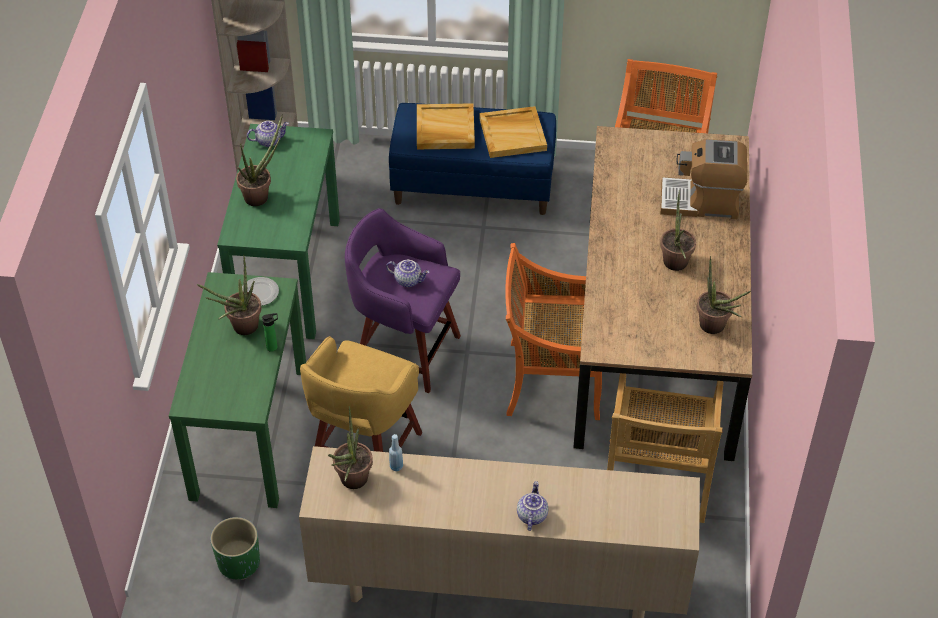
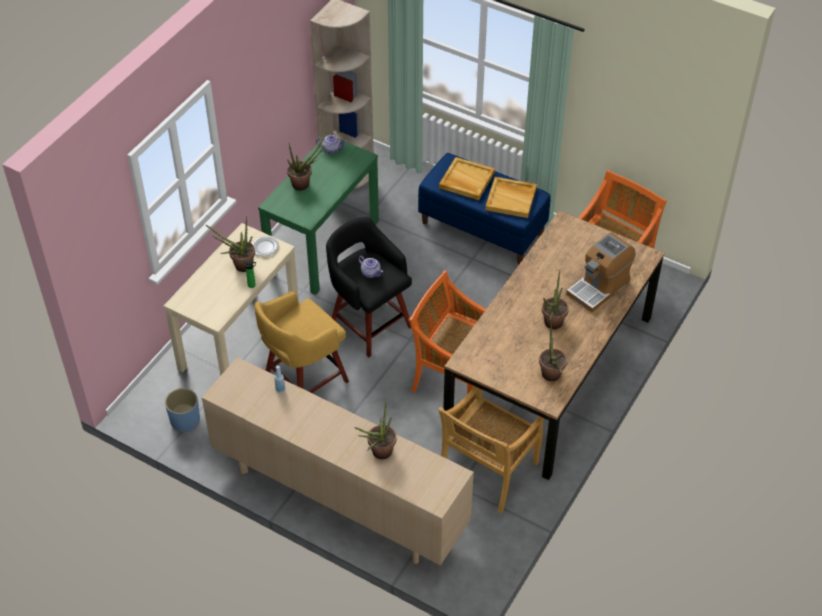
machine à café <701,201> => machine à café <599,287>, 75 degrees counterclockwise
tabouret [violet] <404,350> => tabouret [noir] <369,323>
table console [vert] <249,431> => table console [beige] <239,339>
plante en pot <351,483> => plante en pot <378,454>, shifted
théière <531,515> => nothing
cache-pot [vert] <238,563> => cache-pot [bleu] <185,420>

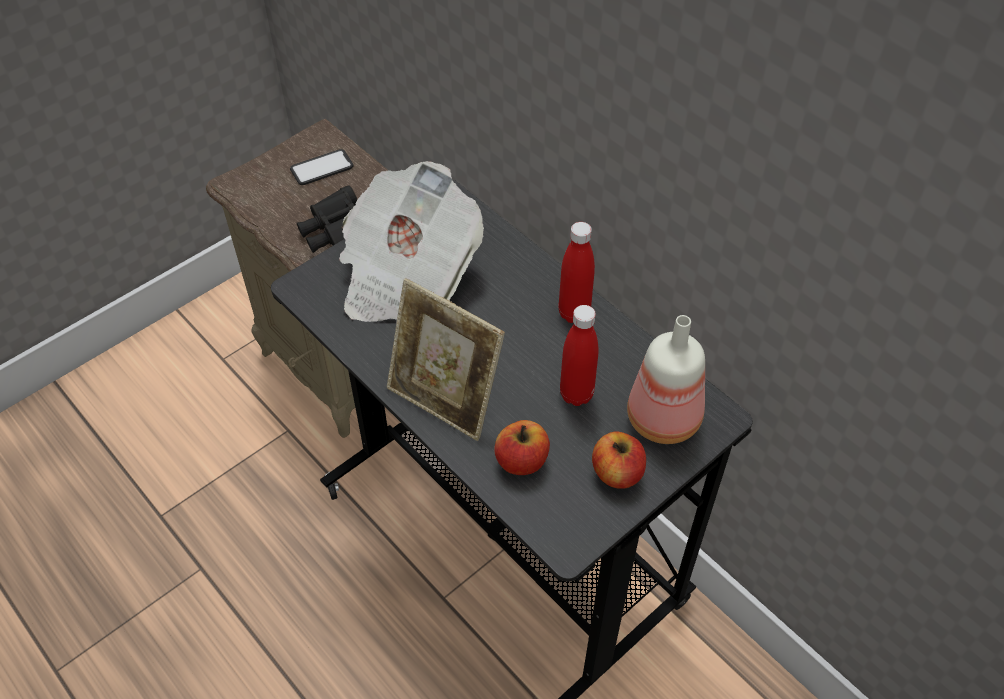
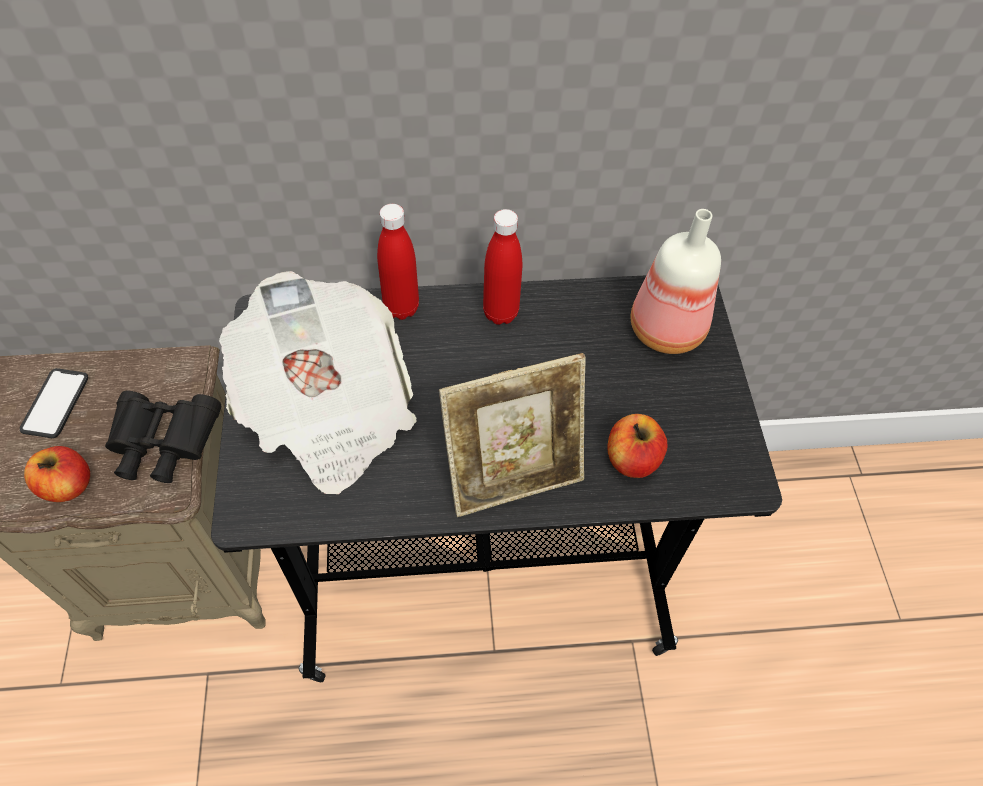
bouteille [rouge] <576,394> => bouteille [rouge] <401,308>, shifted
pomme <617,473> => pomme <68,485>, shifted

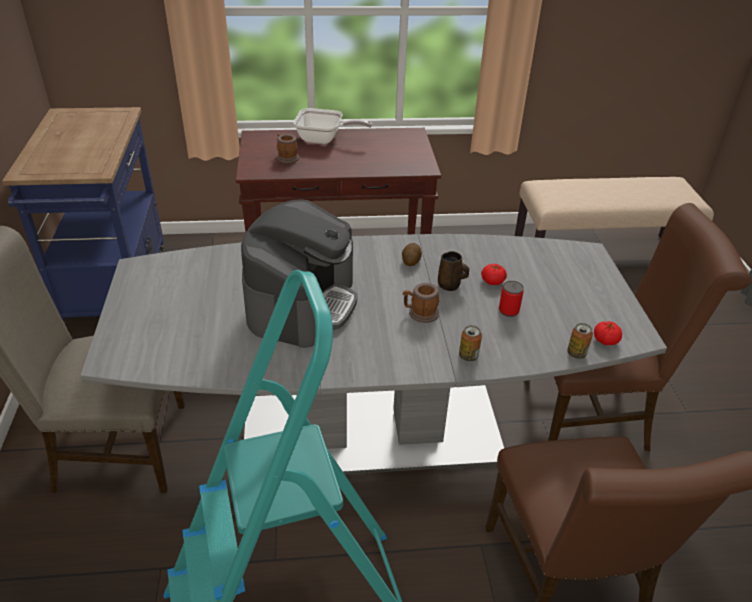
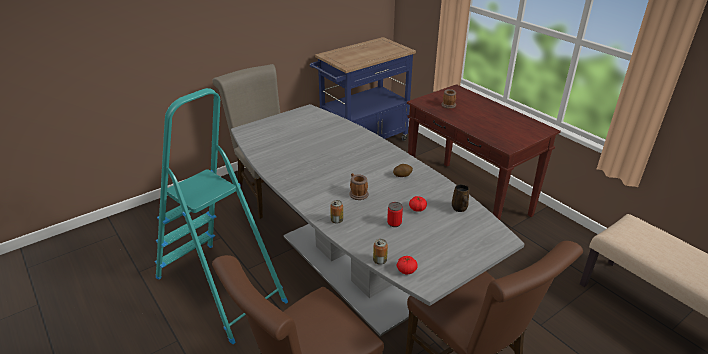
poêle <324,139> => nothing
machine à café <302,303> => nothing
mug [marron] <450,285> => mug [marron] <459,208>, shifted

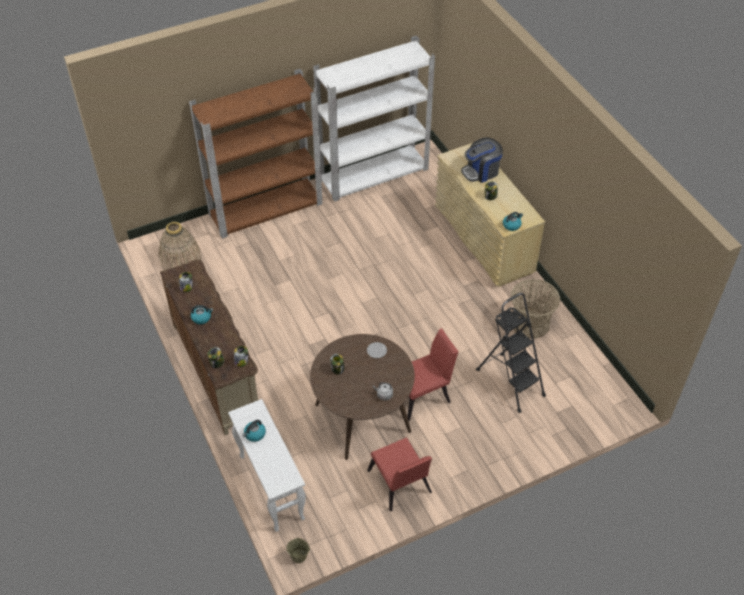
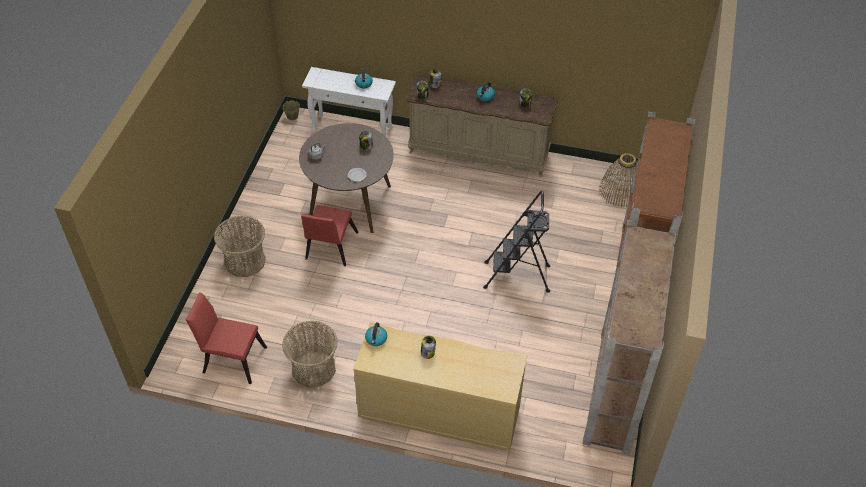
bibliothèque [blanc] <374,174> => bibliothèque [marron] <615,391>
machine à café <481,171> => nothing
escabeau <509,381> => escabeau <518,276>, shifted
chaise [rouge] <400,485> => chaise [rouge] <231,358>, shifted
nothing => panier <245,261>

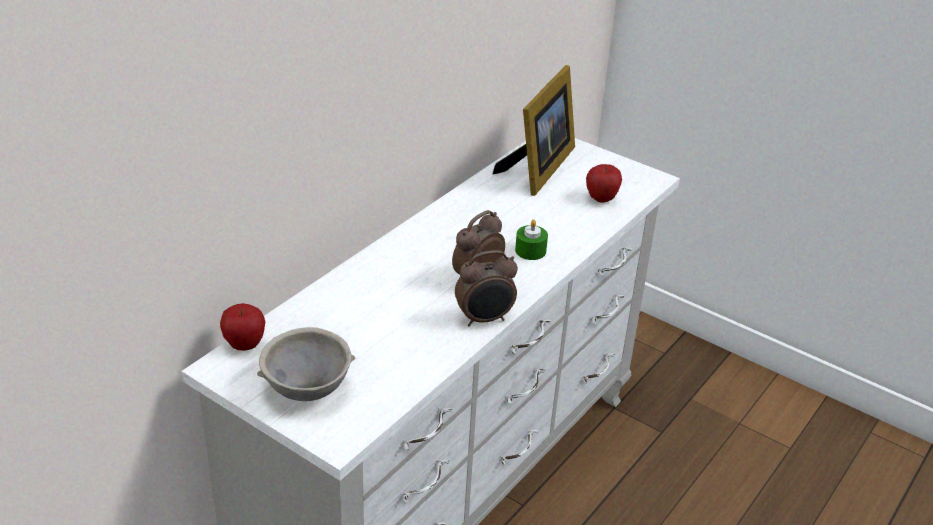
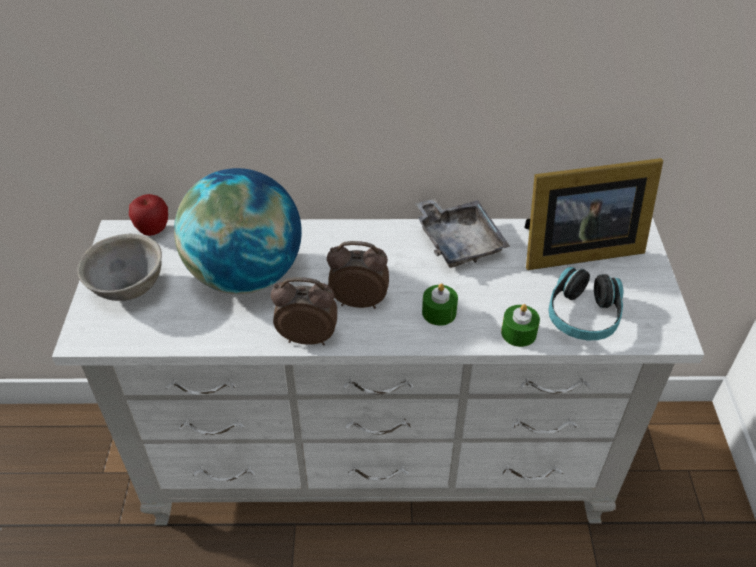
pomme <601,199> => casque audio <583,316>
réveil <485,319> => réveil <307,337>, 150 degrees clockwise
nothing => globe <246,275>
nothing => plateau [gris] <458,241>
nothing => bougie [vert] <518,333>

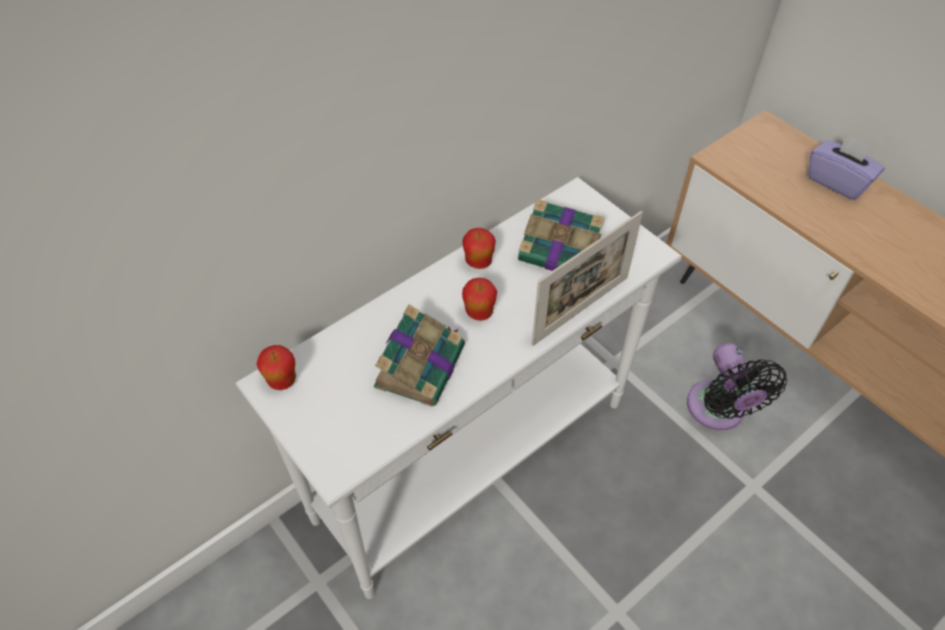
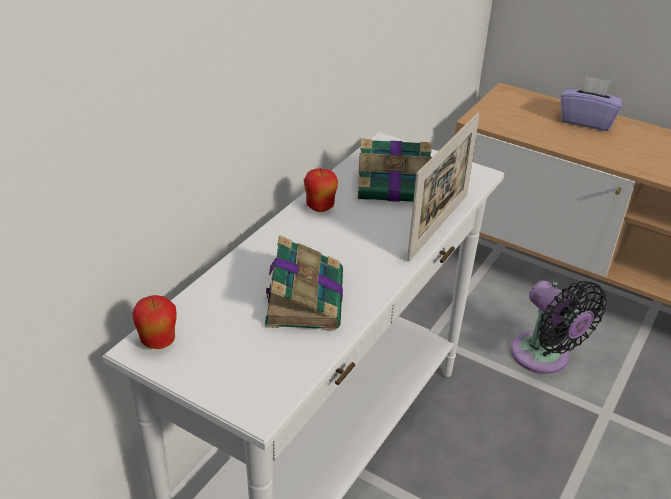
pomme <479,313> => nothing

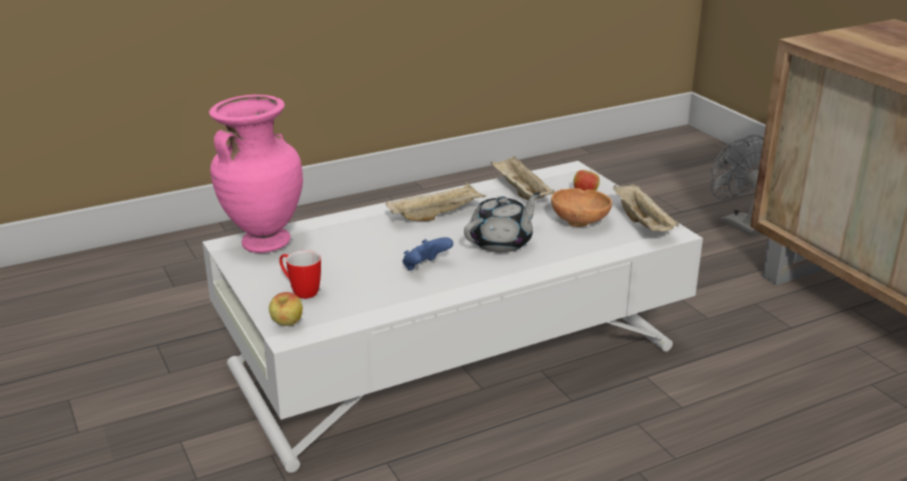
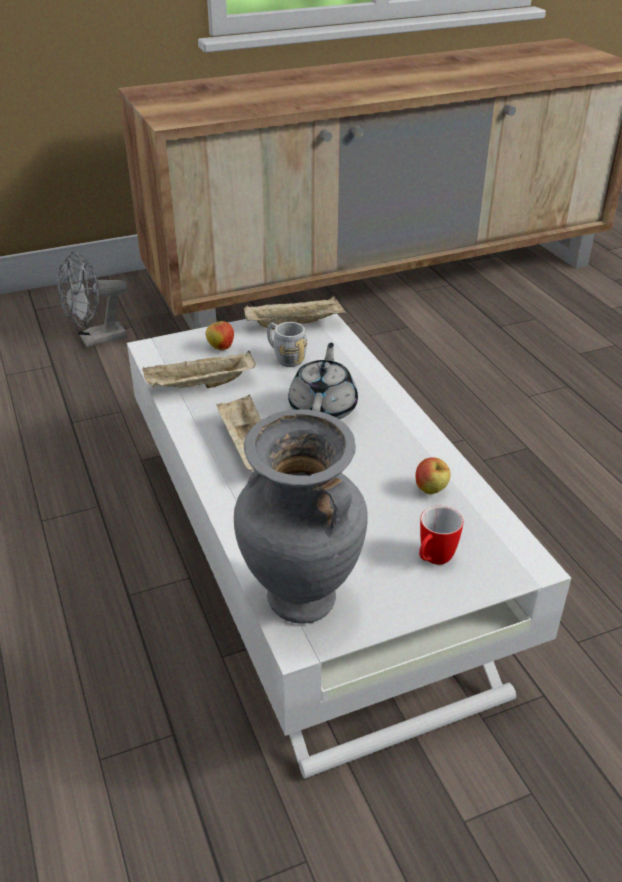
vase [rose] <264,243> => vase [gris] <300,602>
bol [marron] <581,222> => mug [gris] <285,357>
théière [gris] <502,242> => théière [gris] <323,408>, 45 degrees clockwise
manette [bleu] <425,268> => nothing
pomme <287,324> => pomme <431,490>, shifted

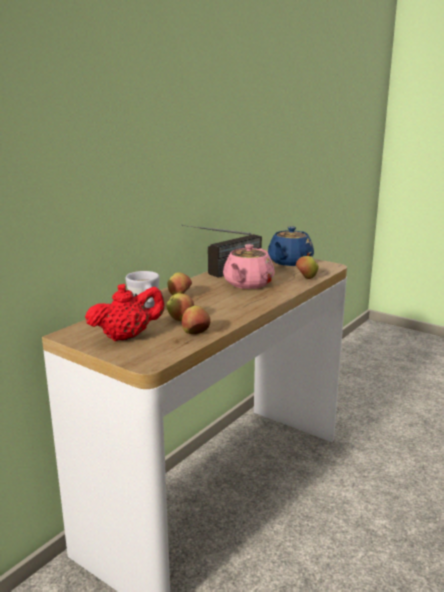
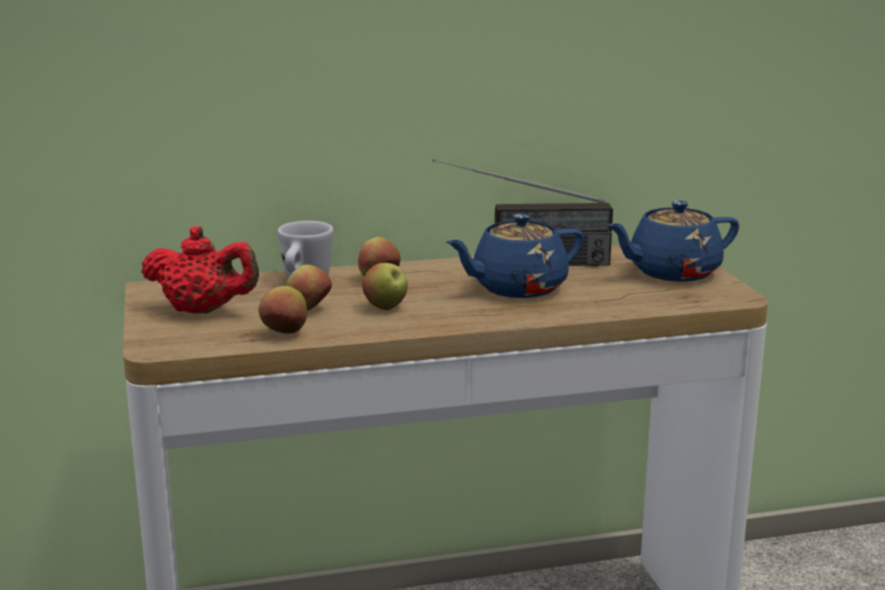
théière [rose] <247,284> => théière [bleu] <517,288>
pomme <306,278> => pomme <386,307>, shifted

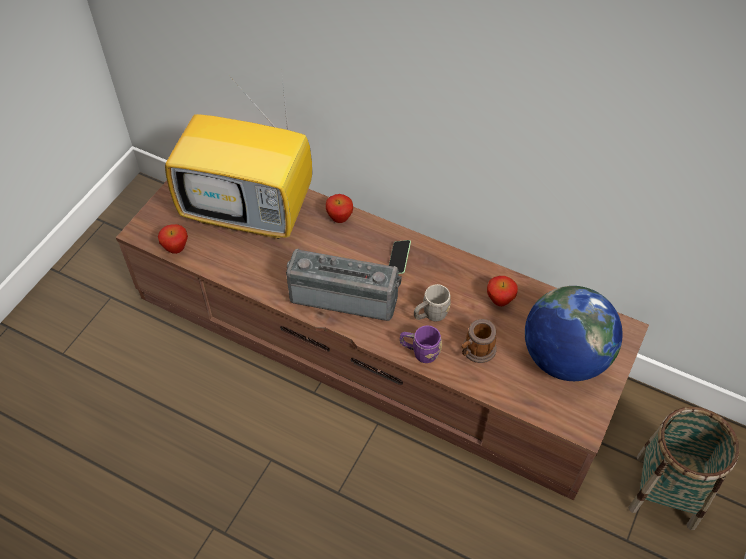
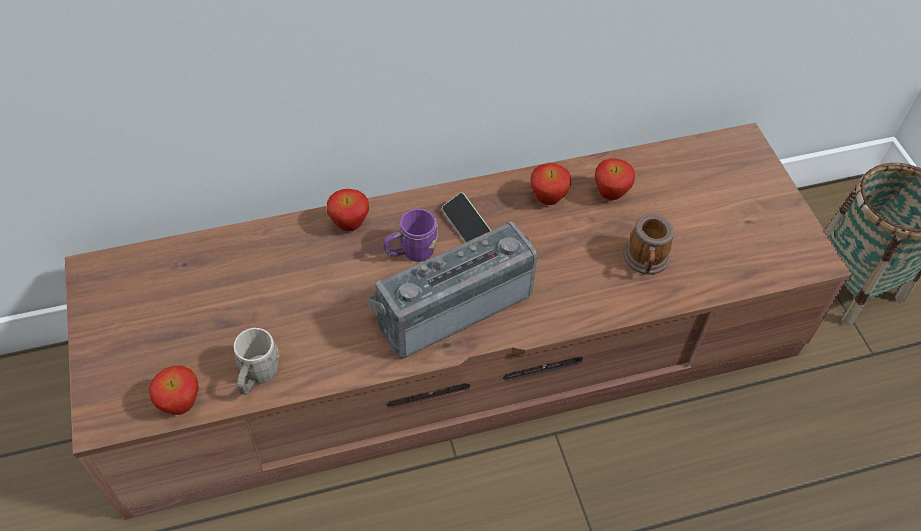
téléviseur <251,211> => nothing
mug [gris] <430,315> => mug [gris] <257,377>, shifted
globe <564,358> => nothing
mug [violet] <420,352> => mug [violet] <411,253>, shifted
nothing => pomme <547,199>

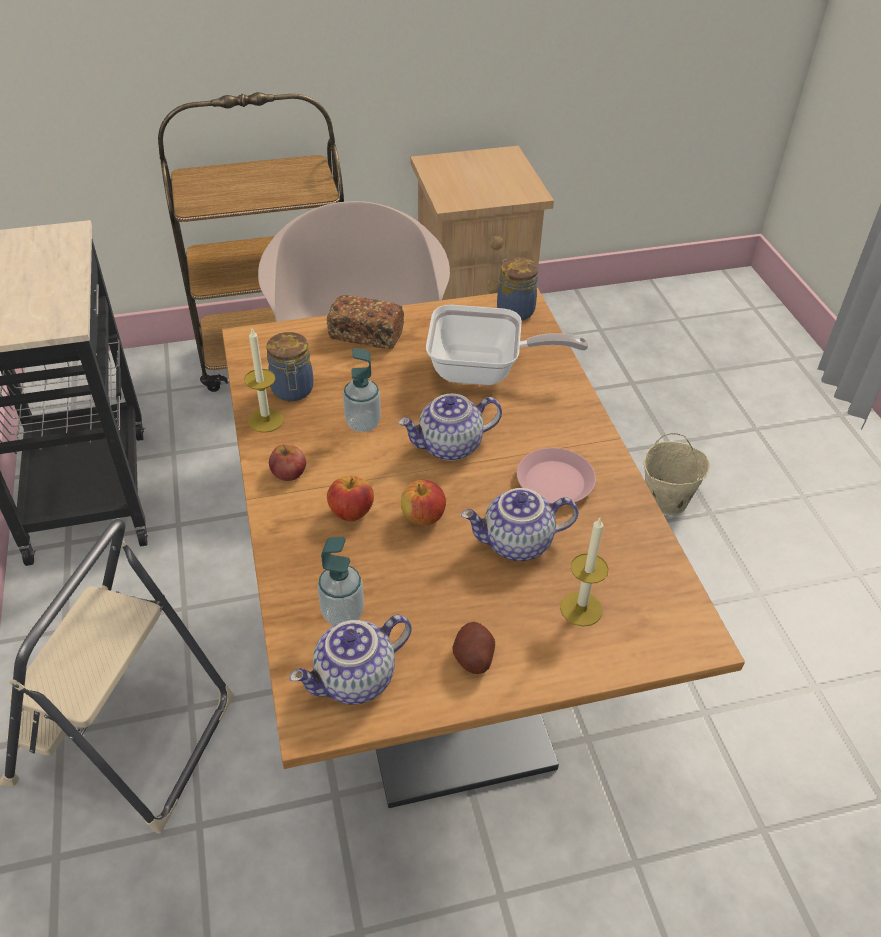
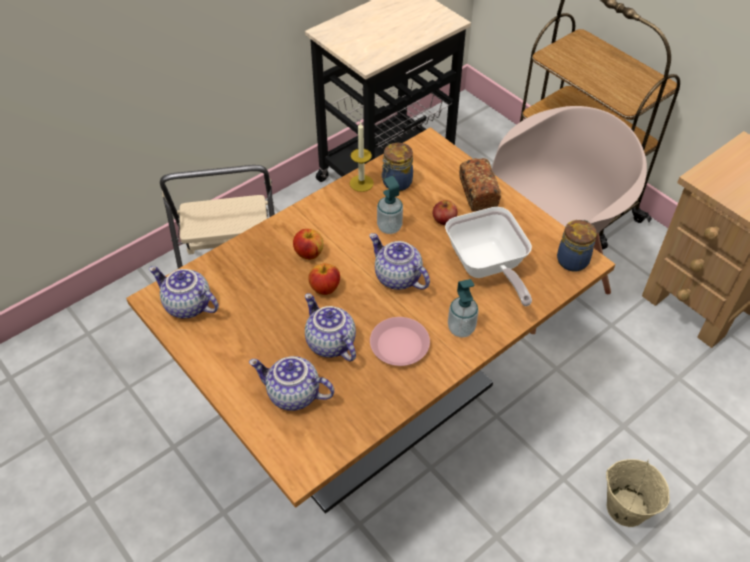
pomme <288,472> => pomme <444,218>, shifted
bougie <581,609> => théière <292,395>
distributeur de savon <342,613> => distributeur de savon <461,328>, shifted
pomme de terre <473,657> => nothing

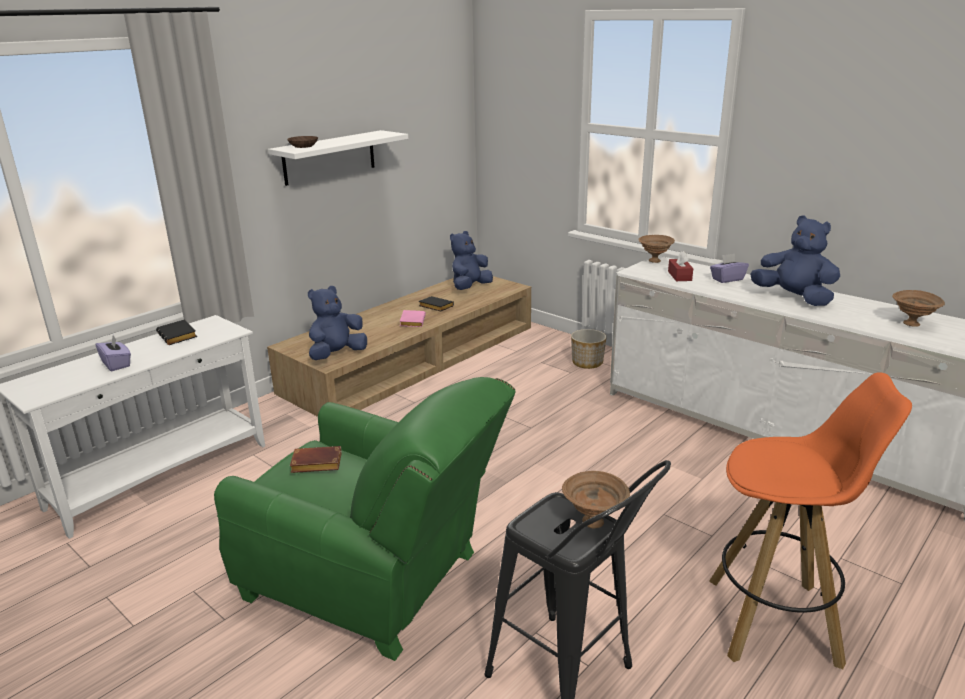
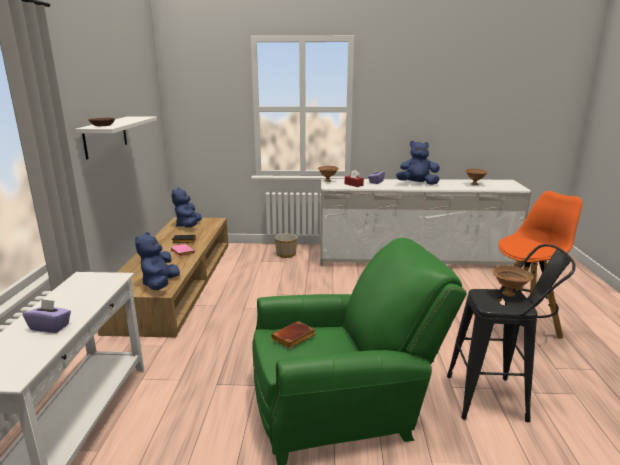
livre [noir] <179,336> => nothing

